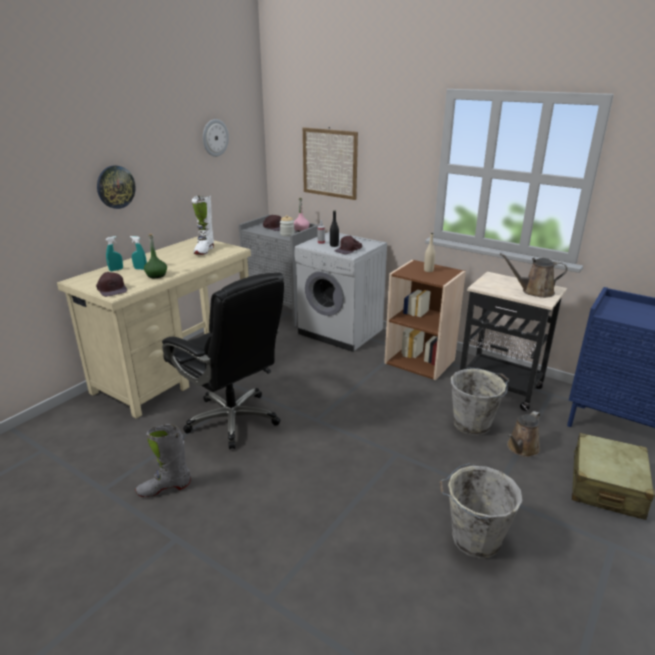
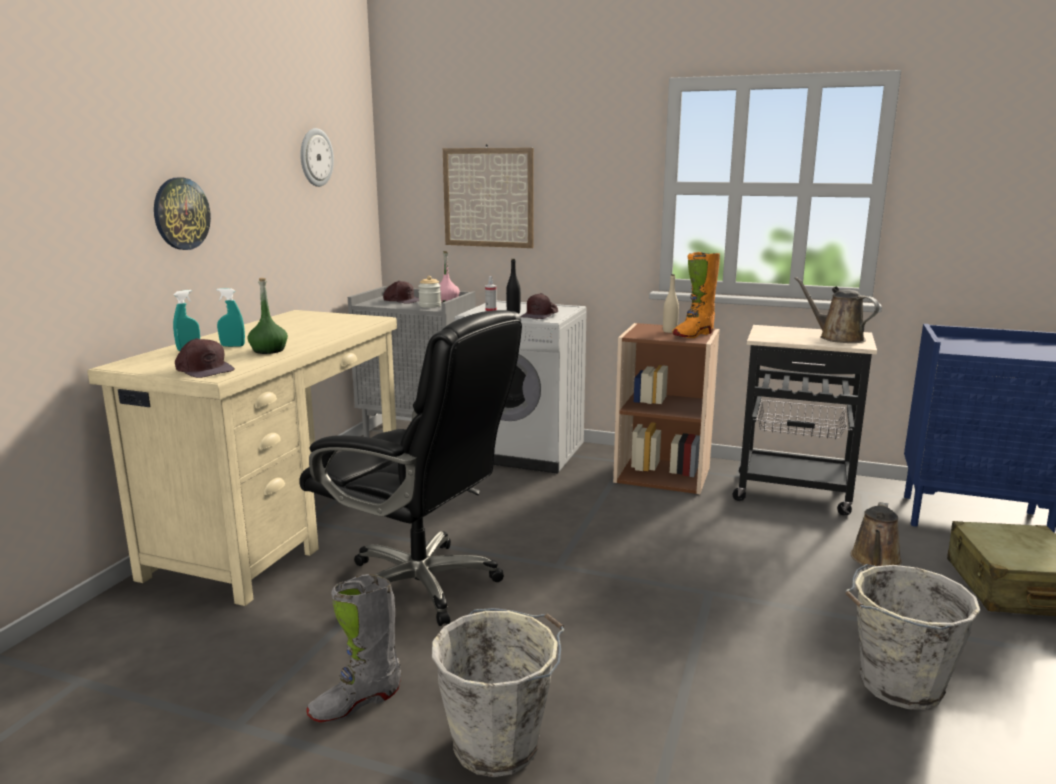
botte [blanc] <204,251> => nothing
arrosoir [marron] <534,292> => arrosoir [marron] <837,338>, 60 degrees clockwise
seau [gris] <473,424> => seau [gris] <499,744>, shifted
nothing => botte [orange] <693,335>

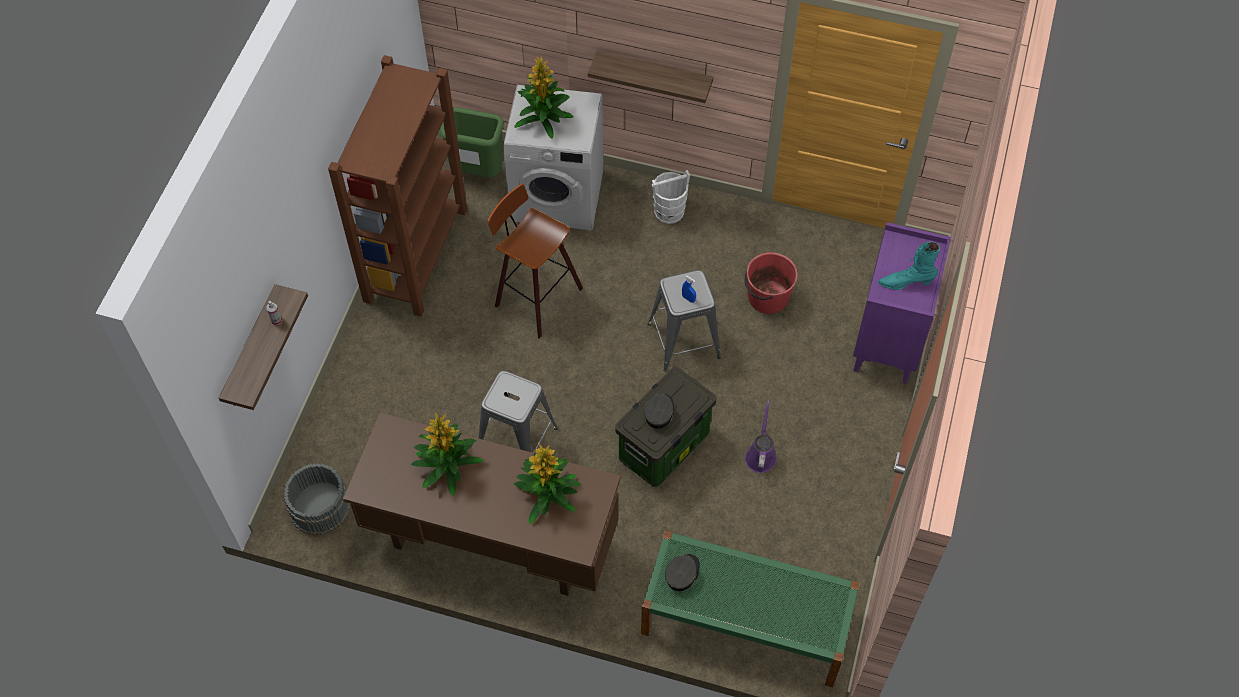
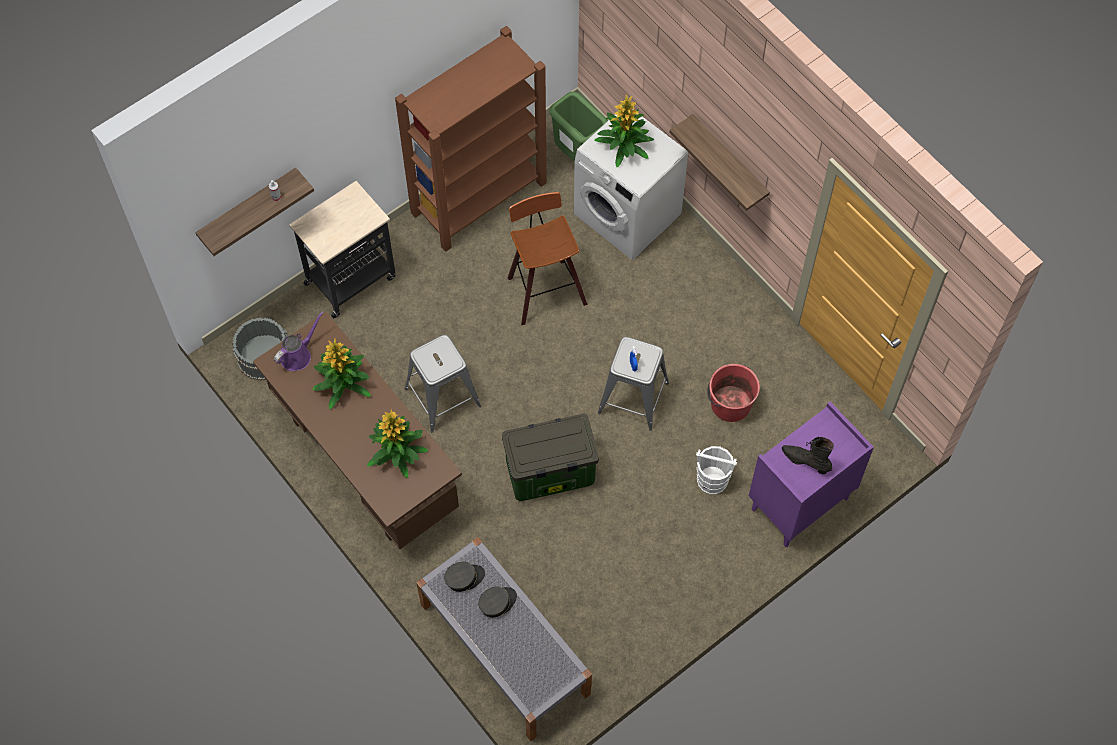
seau [blanc] <669,211> => seau [blanc] <712,480>, shifted
botte [turquoise] <906,282> => botte [noir] <805,461>
casquette [gris] <659,413> => casquette [gris] <497,603>, shifted
arrosoir [violet] <760,455> => arrosoir [violet] <298,355>, shifted
banc [vert] <745,623> => banc [gris] <504,649>
nothing => chariot <351,279>

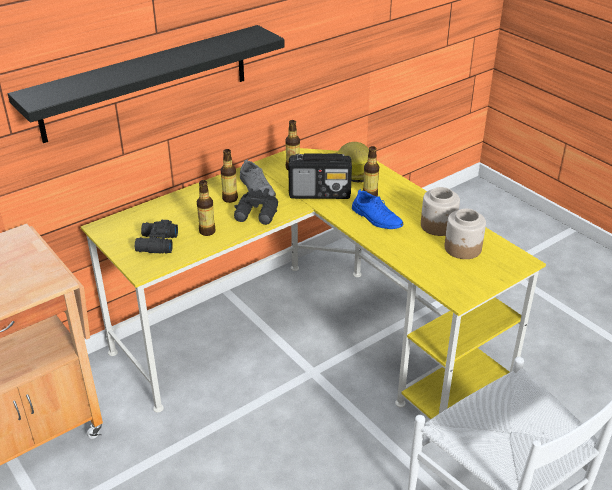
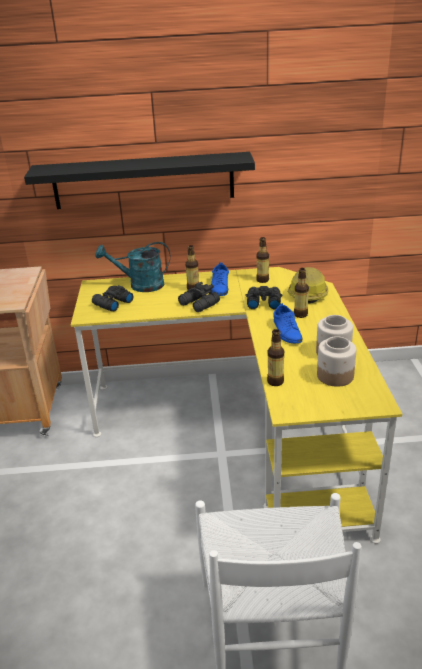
radio <320,193> => jumelles [noir] <263,302>
chaussure [gris] <257,188> => chaussure [bleu] <220,287>
bouteille <207,231> => bouteille <275,382>, shifted
nothing => arrosoir [turquoise] <140,285>

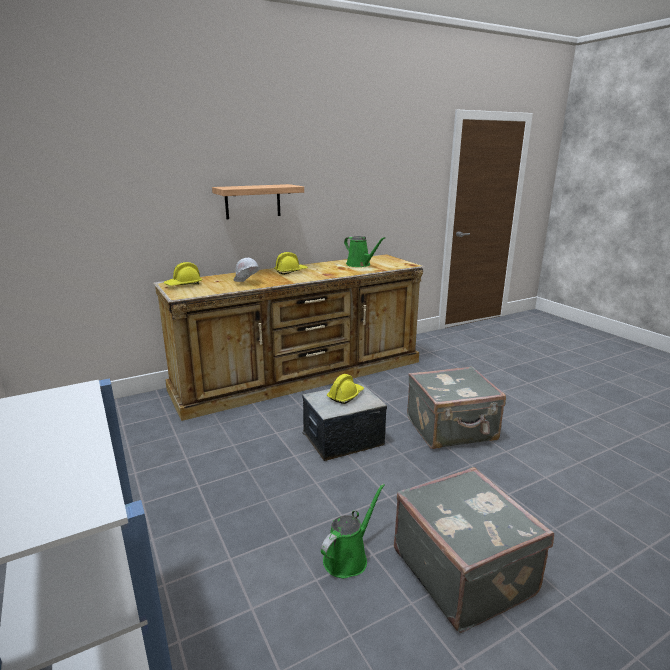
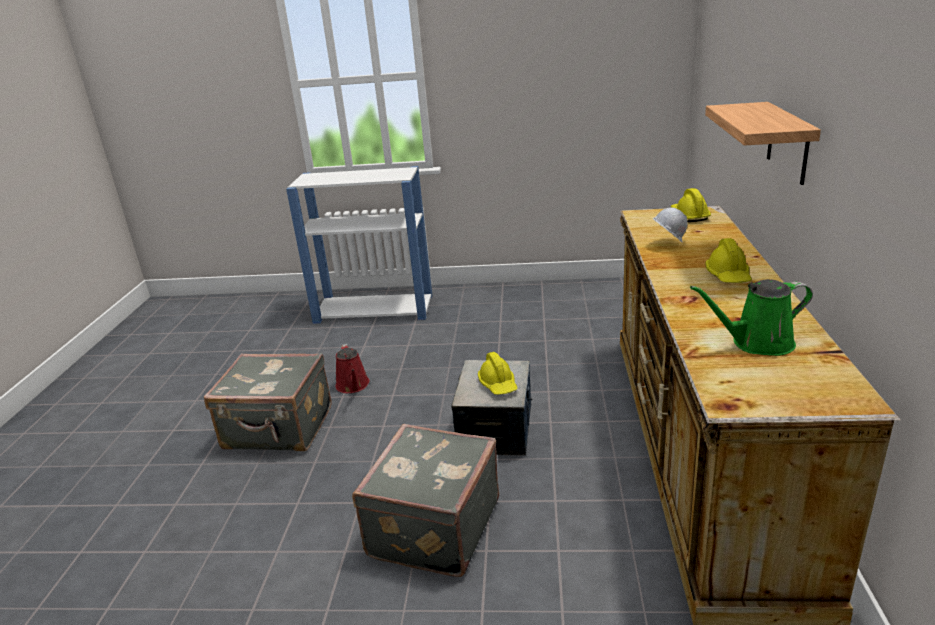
arrosoir [vert] <348,557> => arrosoir [rouge] <353,386>

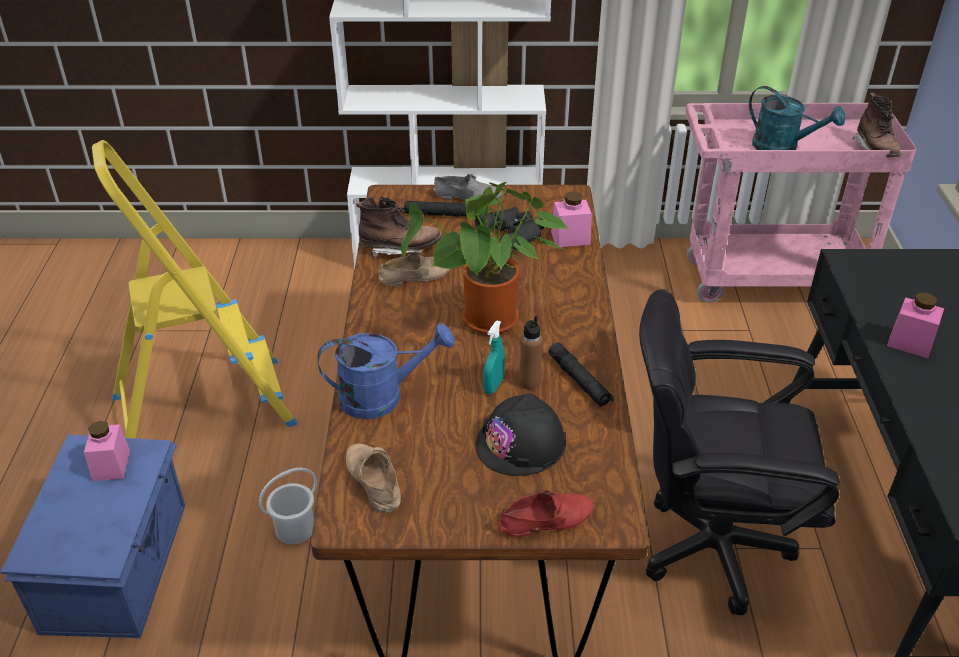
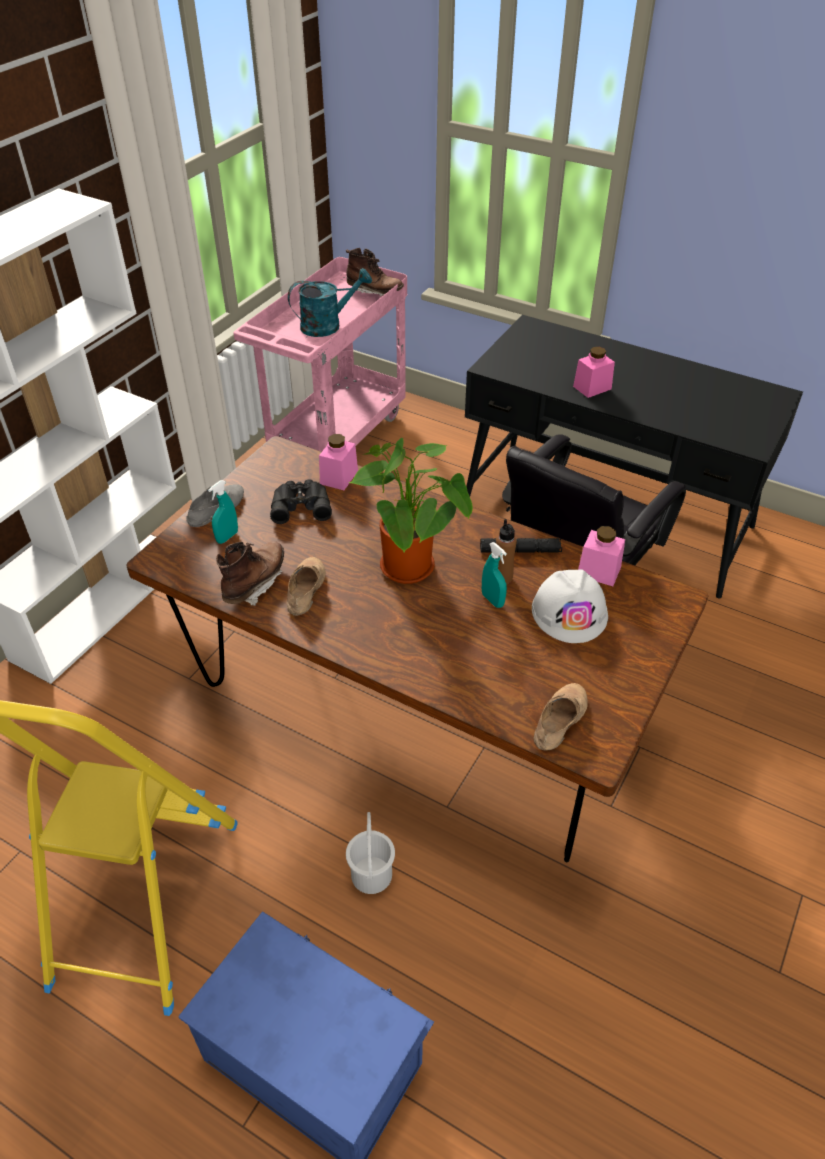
lampe de poche [noir] <440,214> => vaporisateur [turquoise] <227,537>
arrosoir [bleu] <382,396> => nothing
casque de chantier [noir] <521,443> => casque de chantier [blanc] <569,612>
bocal [rose] <111,465> => bocal [rose] <598,571>, shifted
chaussure [beige] <372,481> => chaussure [beige] <559,719>, 120 degrees clockwise
chaussure [rouge] <545,518> => nothing

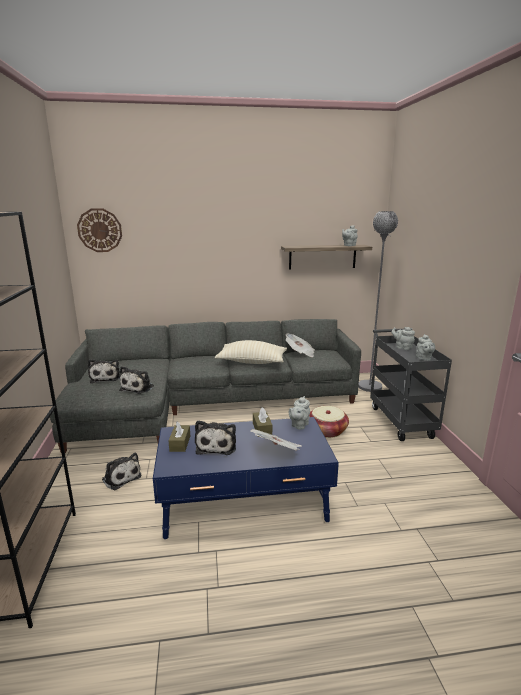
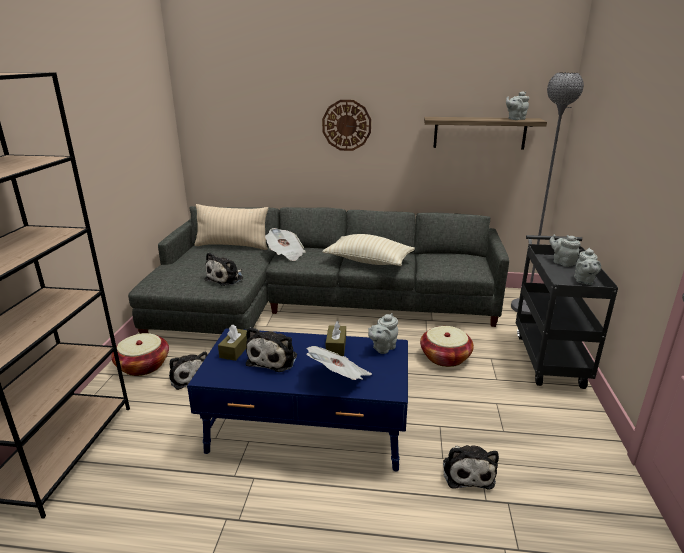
horloge murale <100,230> => horloge murale <346,125>, shifted
journal <300,353> => journal <286,254>, shifted
peluche <105,377> => peluche <467,471>, shifted
nothing => coussin [beige] <232,246>
nothing => panier <143,366>

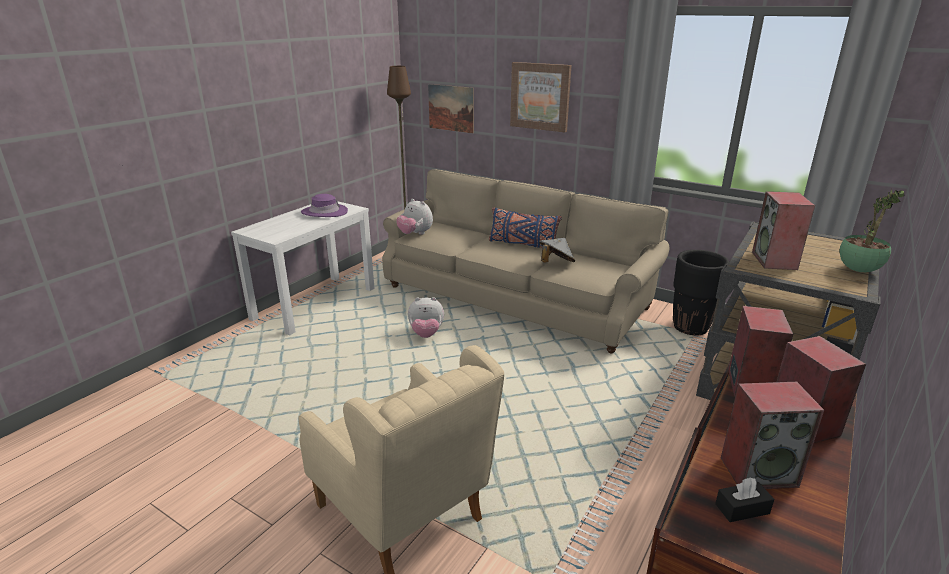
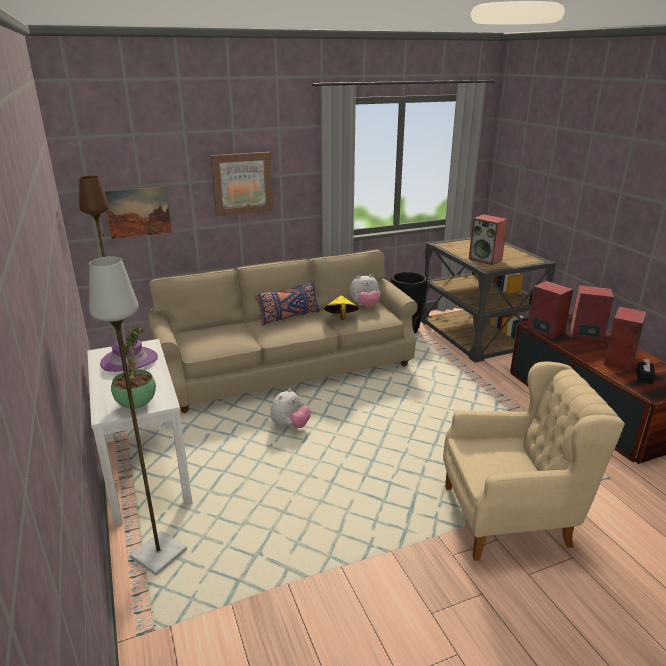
plante en pot <859,270> => plante en pot <137,404>, shifted
peluche <415,234> => peluche <365,306>, shifted
chapeau [gris] <555,263> => chapeau [jaune] <341,318>
nothing => lampadaire [gris] <159,553>

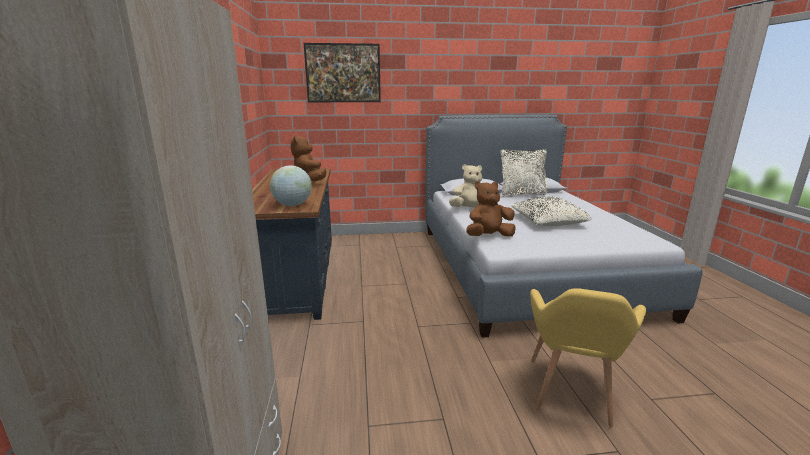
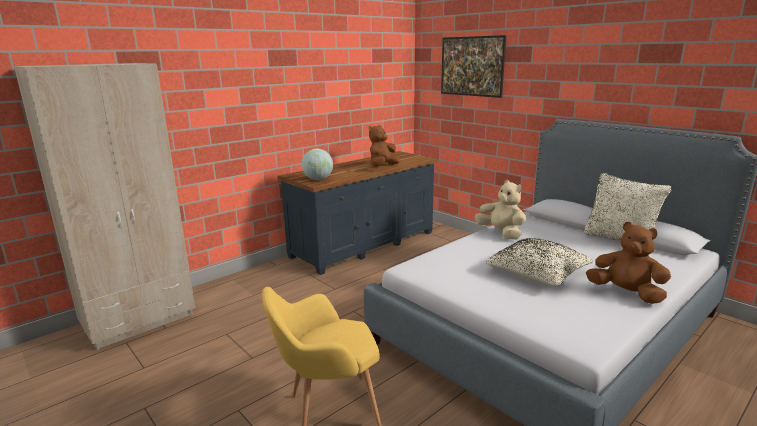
peluche [marron] <488,236> => peluche [marron] <626,293>, shifted

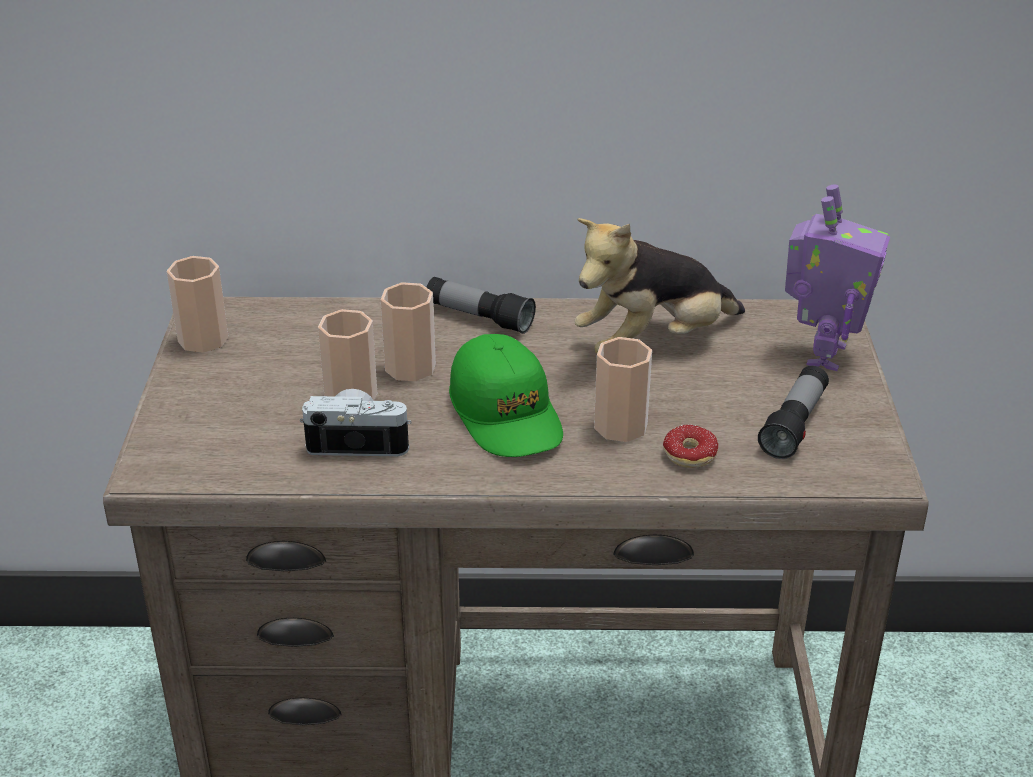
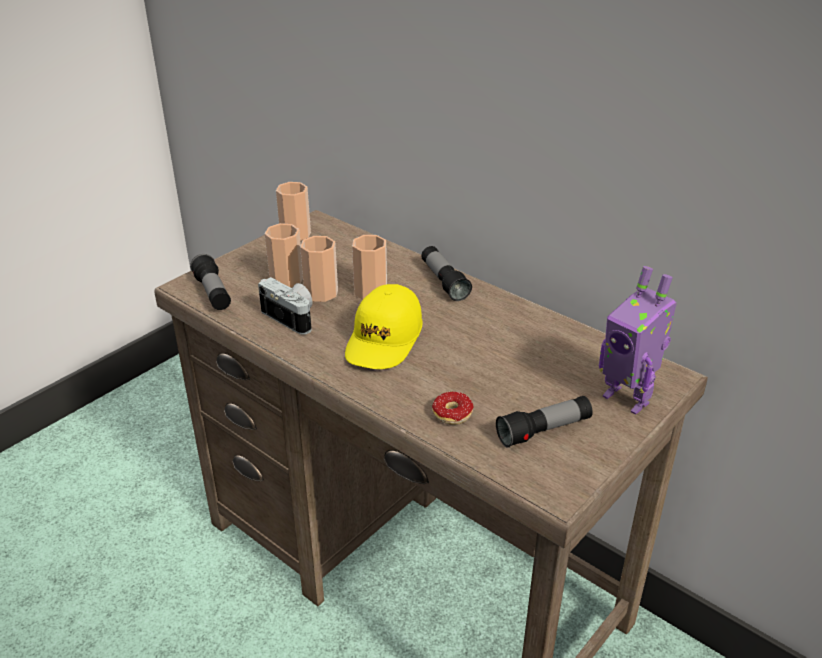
robot jouet <822,354> => robot jouet <627,398>, 75 degrees clockwise
peluche <653,343> => nothing
casquette [vert] <506,414> => casquette [jaune] <384,339>
tasse <620,426> => tasse <286,280>, shifted
nothing => lampe de poche <213,293>

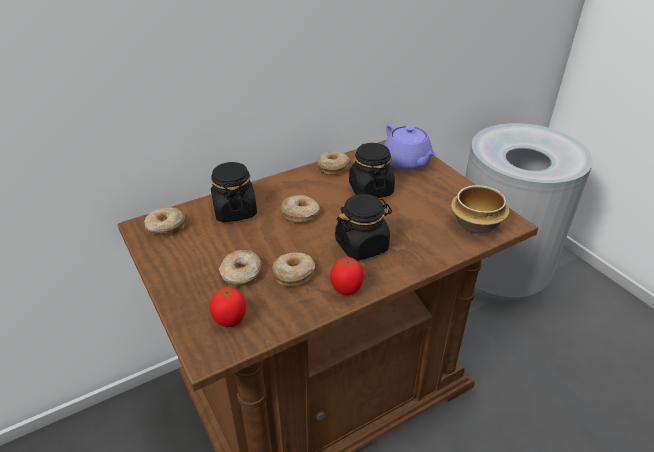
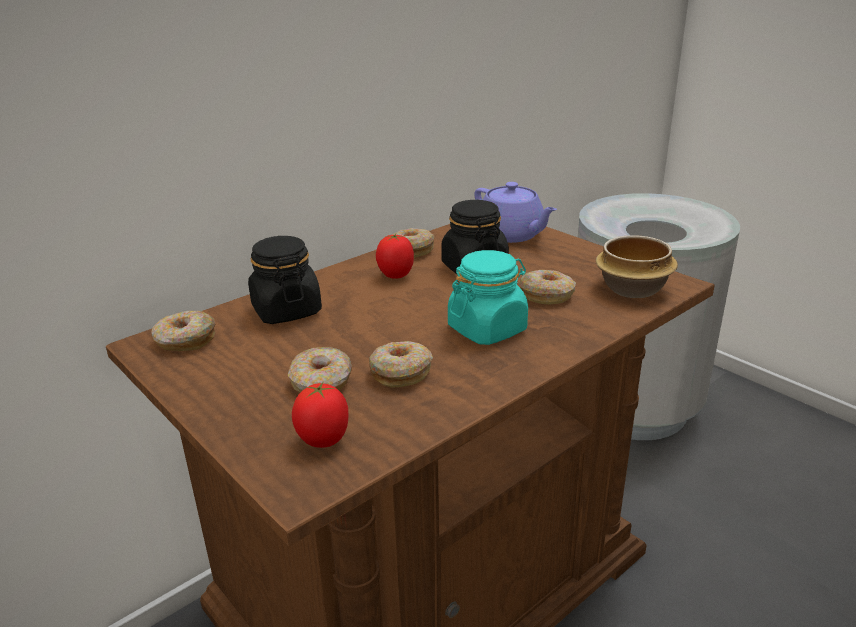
bocal [noir] <362,246> => bocal [turquoise] <487,329>
beignet <300,214> => beignet <547,295>, shifted
tomate <347,290> => tomate <396,276>, shifted

